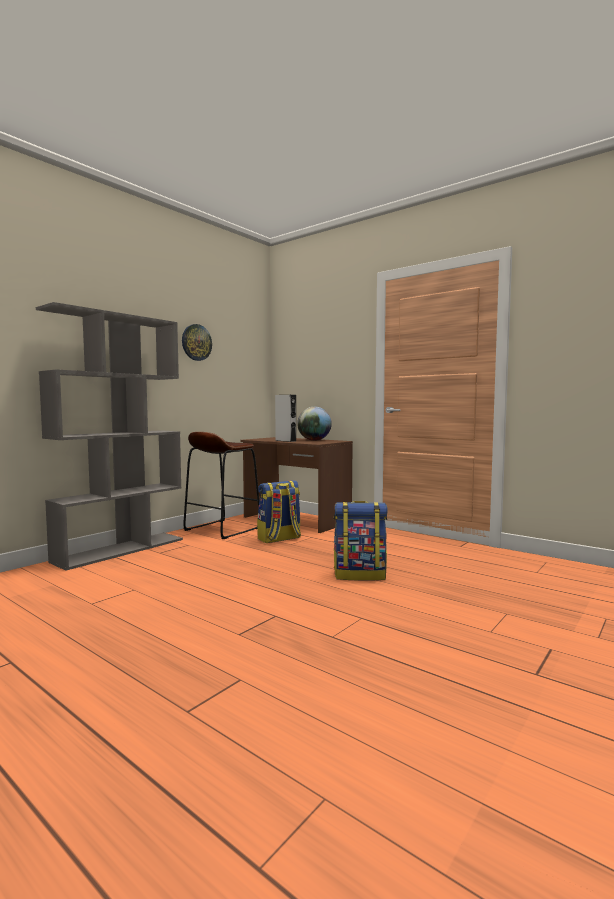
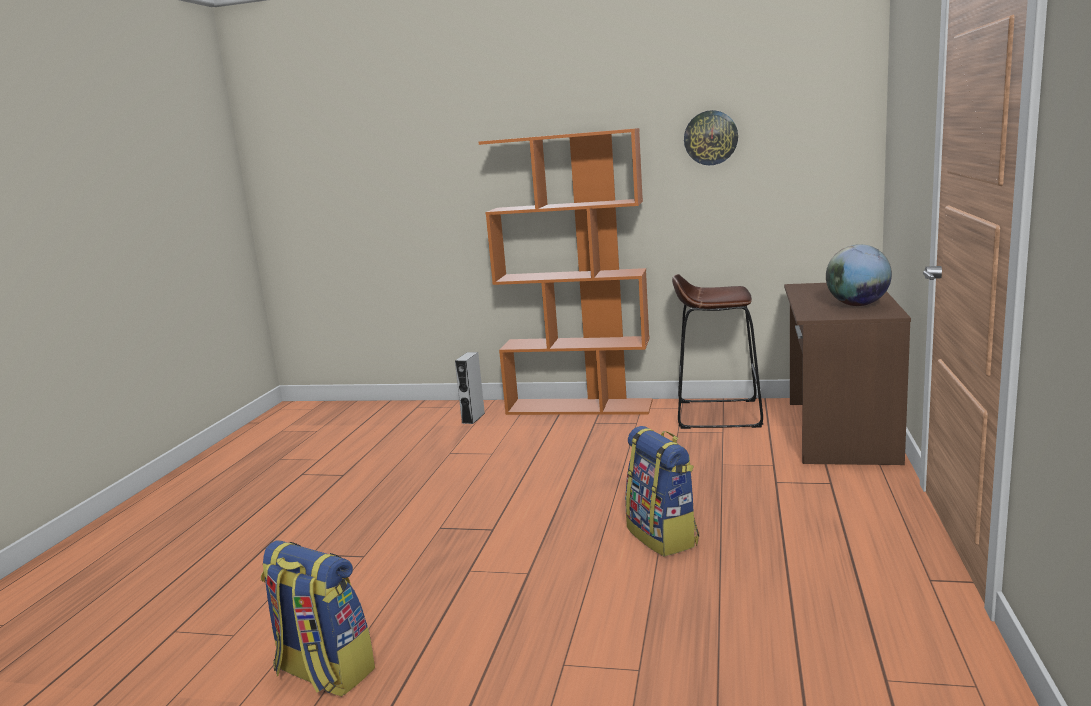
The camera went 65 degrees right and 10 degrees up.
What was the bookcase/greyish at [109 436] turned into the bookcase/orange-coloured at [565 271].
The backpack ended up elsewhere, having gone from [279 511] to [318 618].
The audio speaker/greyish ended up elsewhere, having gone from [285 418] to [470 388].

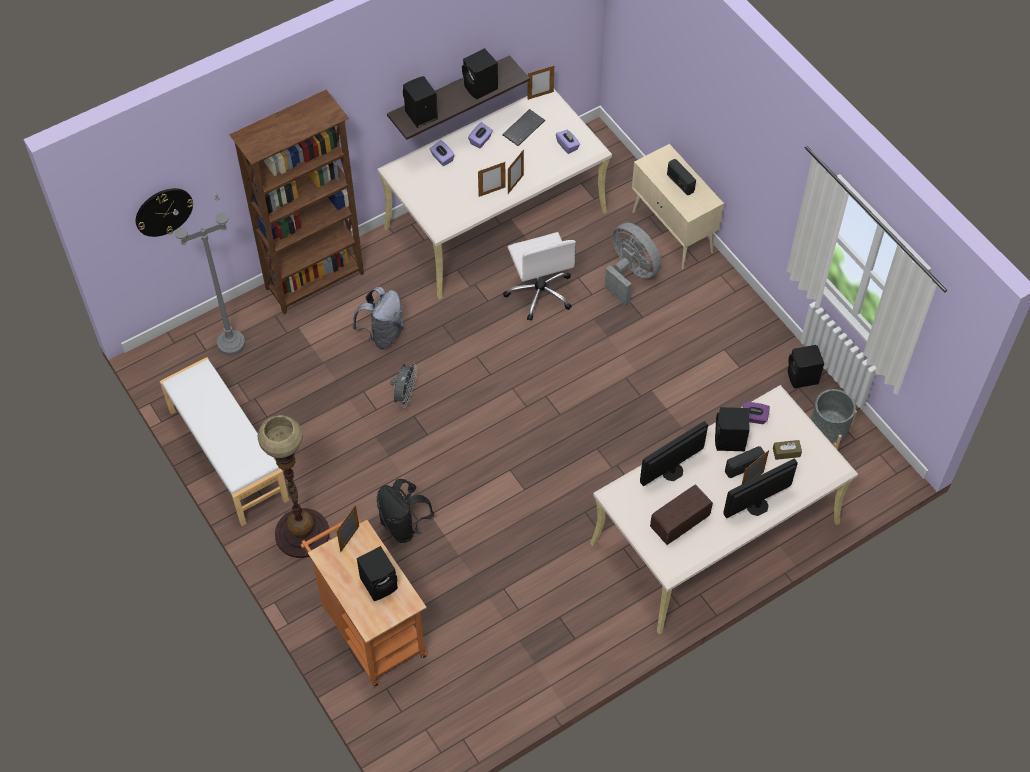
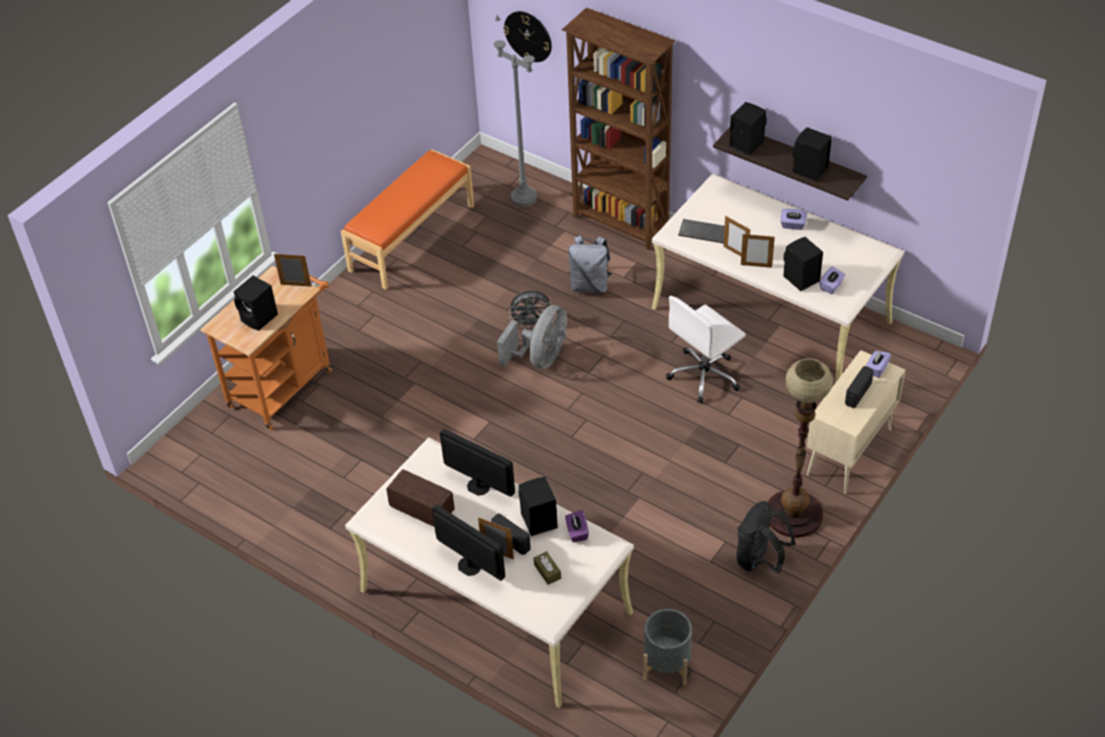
The camera went 70 degrees right and 10 degrees down.
What was the bench/white at [224 441] turned into the bench/orange-coloured at [407 220].
The floor lamp ended up elsewhere, having gone from [294 486] to [800 447].
The backpack/blackish ended up elsewhere, having gone from [405 511] to [766 537].
The tissue box/purplish ended up elsewhere, having gone from [442 153] to [878 364].
The PC keyboard ended up elsewhere, having gone from [523 127] to [701 231].
The second view lost the standing frame at [540 82].
The electric fan/greyish ended up elsewhere, having gone from [632 264] to [532 337].
The audio speaker/blackish ended up elsewhere, having gone from [806 367] to [803 264].

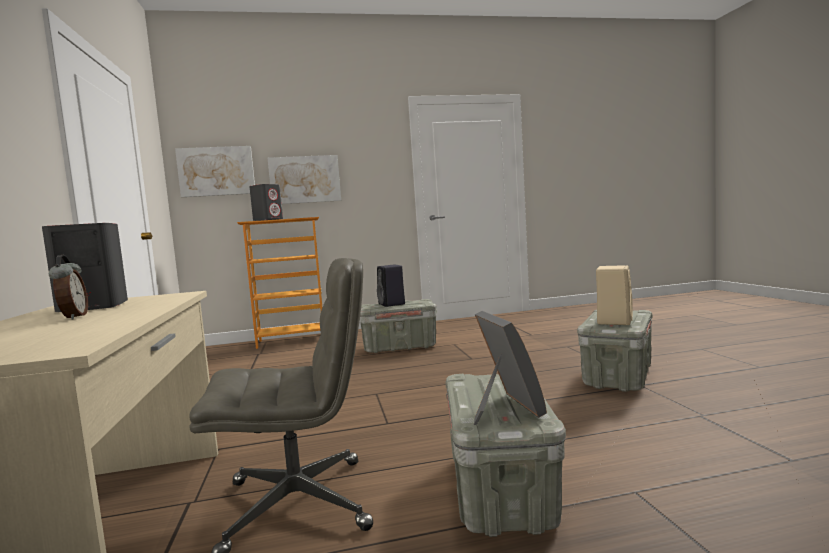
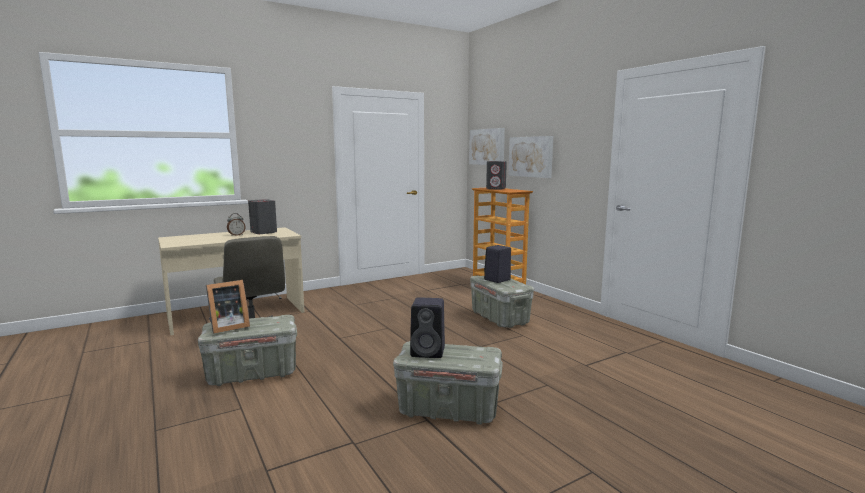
The camera went 70 degrees right and 5 degrees up.
What was the audio speaker/sand-coloured at [614 295] turned into the audio speaker/blackish at [427 327].

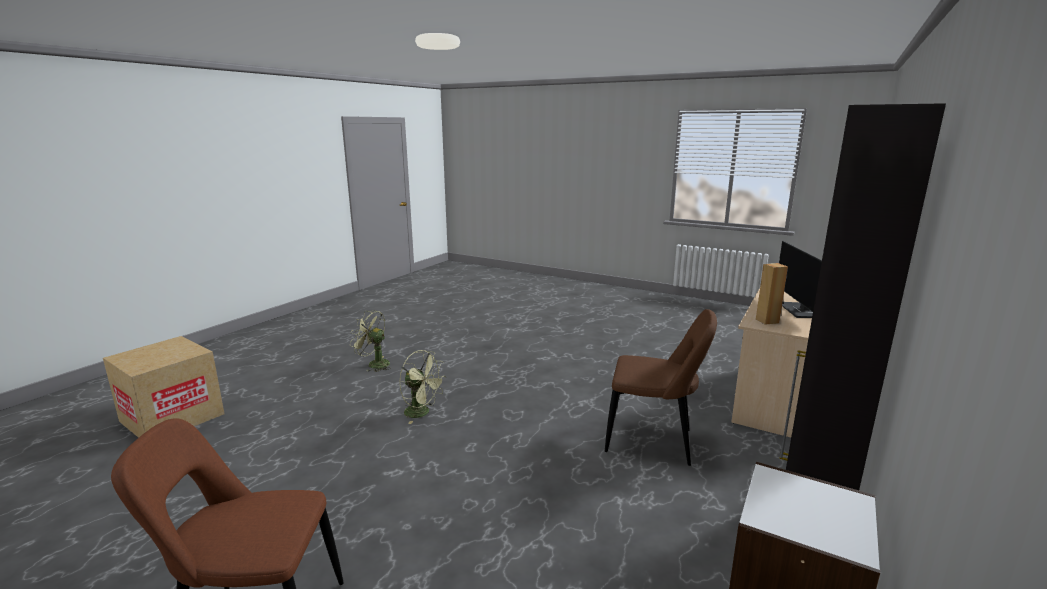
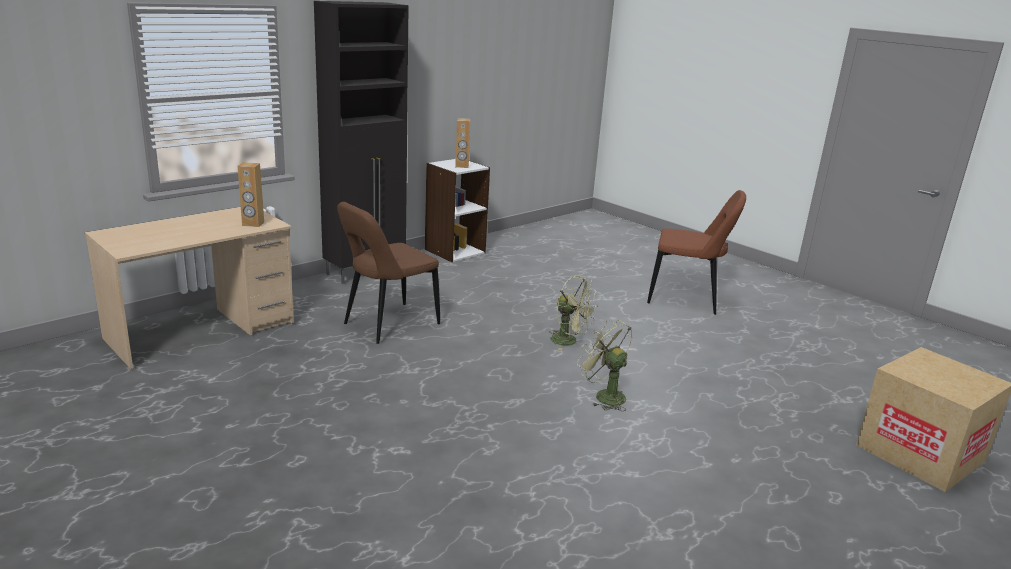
The camera went 165 degrees left and 5 degrees up.
The electric fan/greenish ended up elsewhere, having gone from [370 341] to [573 313].
The chair/brown at [661 387] ended up facing another way, 75 degrees counterclockwise from before.
The second view lost the computer display at [800 279].
The second view gained the audio speaker/brown at [462 143].

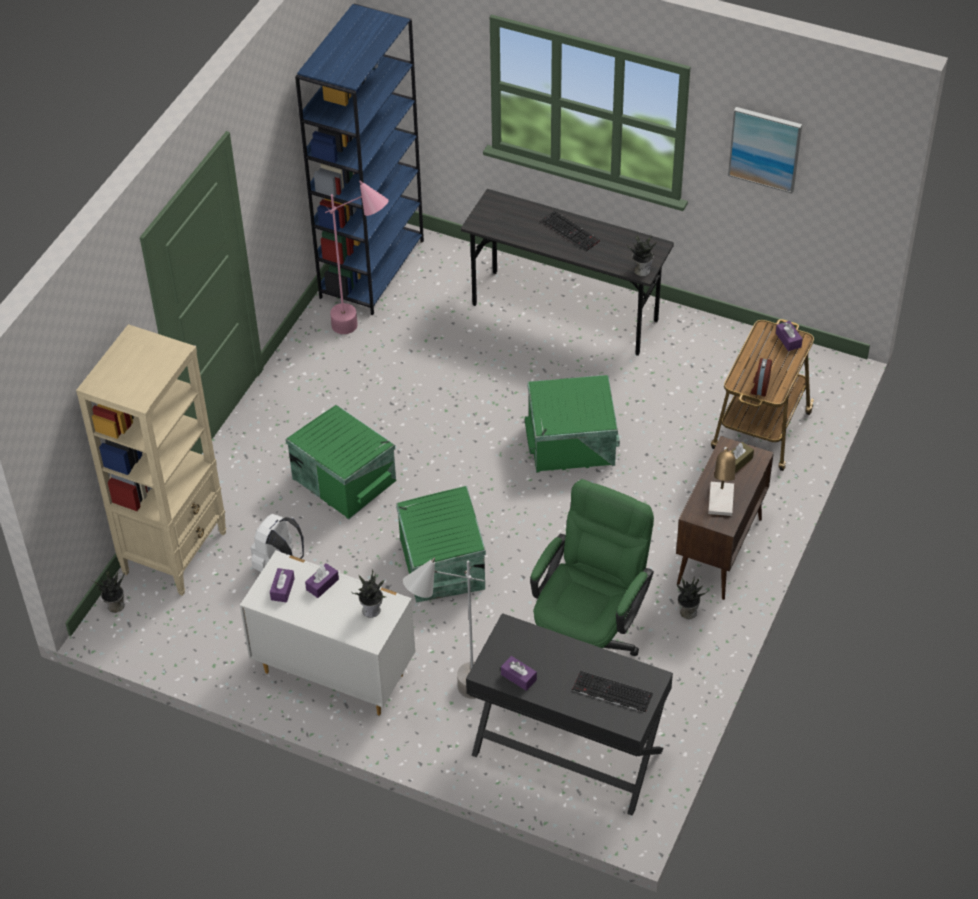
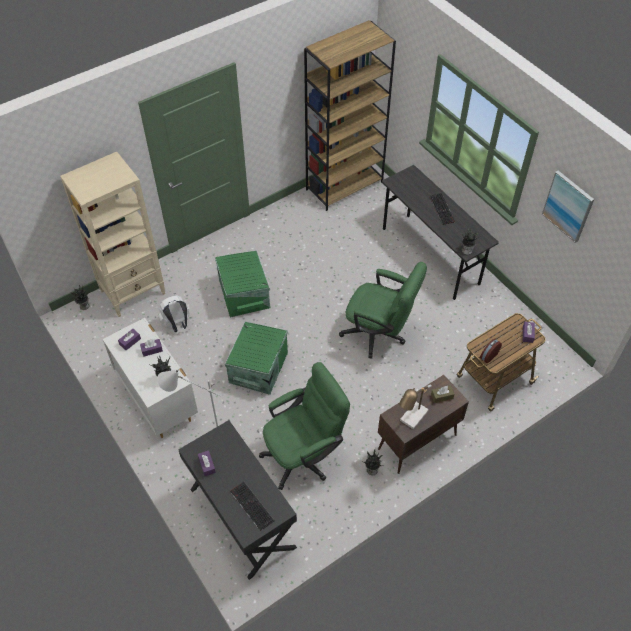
The camera went 30 degrees right and 5 degrees up.
What was the bookcase/bluish at [359 159] turned into the bookcase/brown at [350 115].
The second view lost the floor lamp/pinkish at [356 257].
Where the storage box/greenish stood at [572 424], the office chair/greenish came to stand at [383 310].

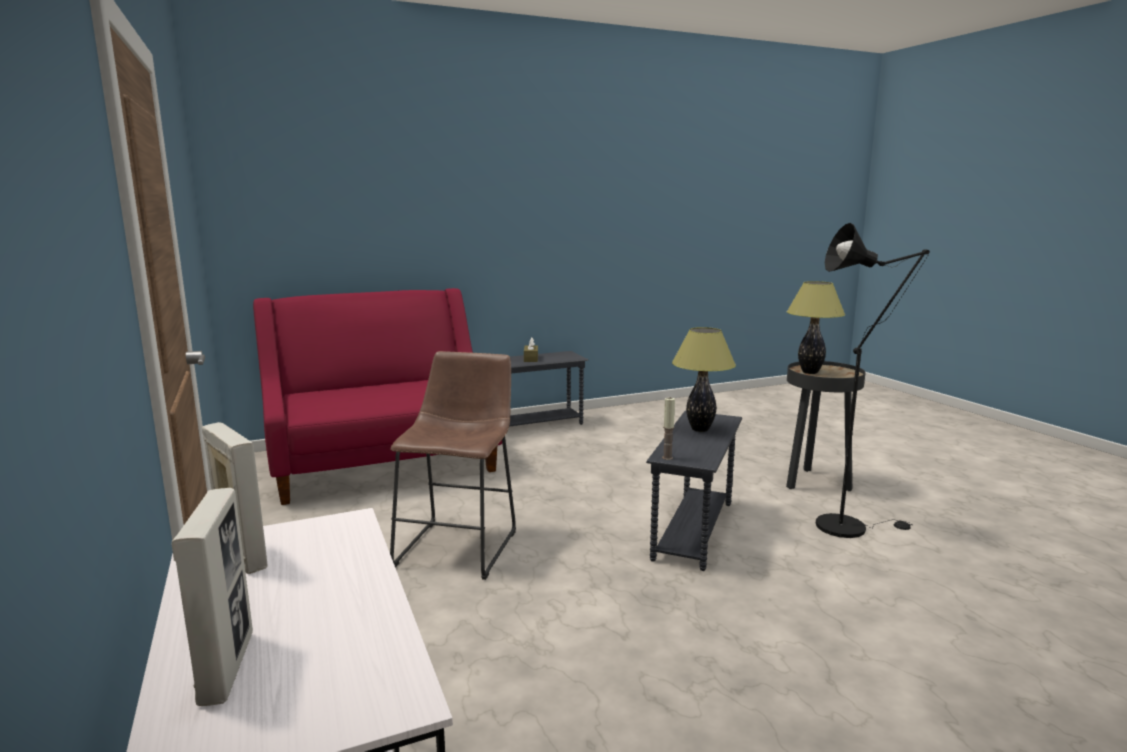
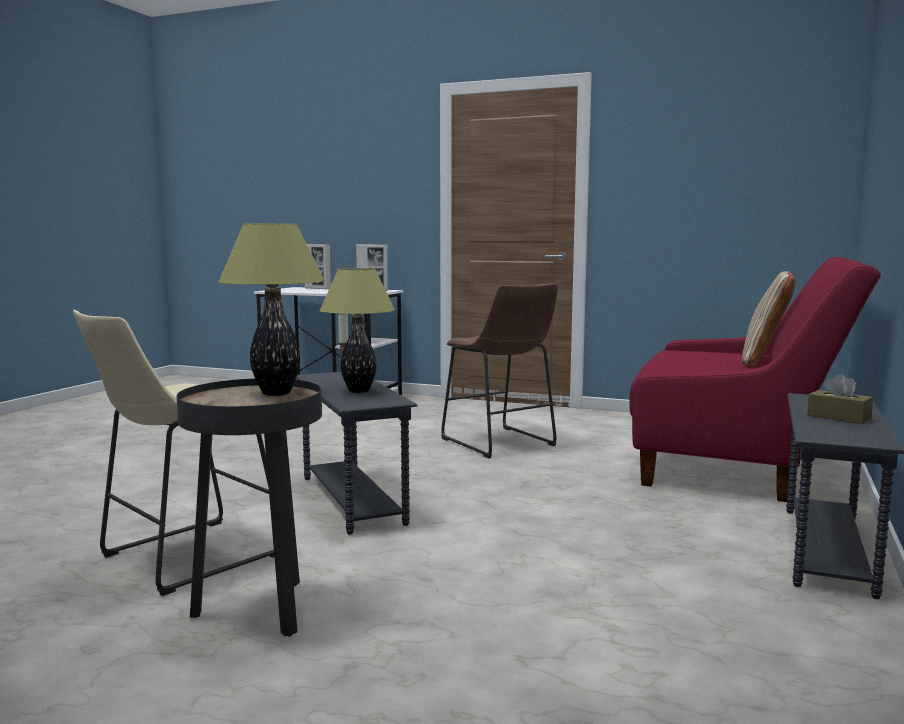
The camera went 135 degrees right and 5 degrees down.
Where the floor lamp/blackish stood at [873 380], the sitting stool/sand-coloured came to stand at [173 453].
The second view gained the throw pillow/sand-coloured at [769 319].

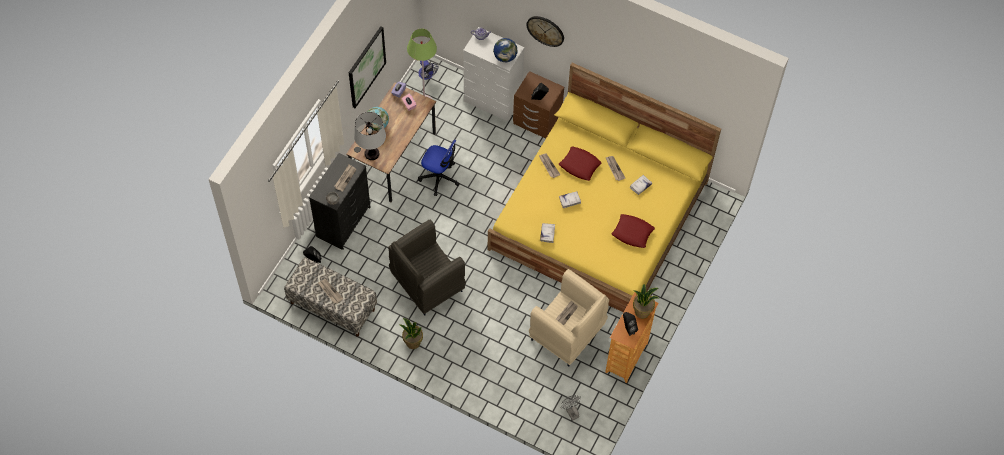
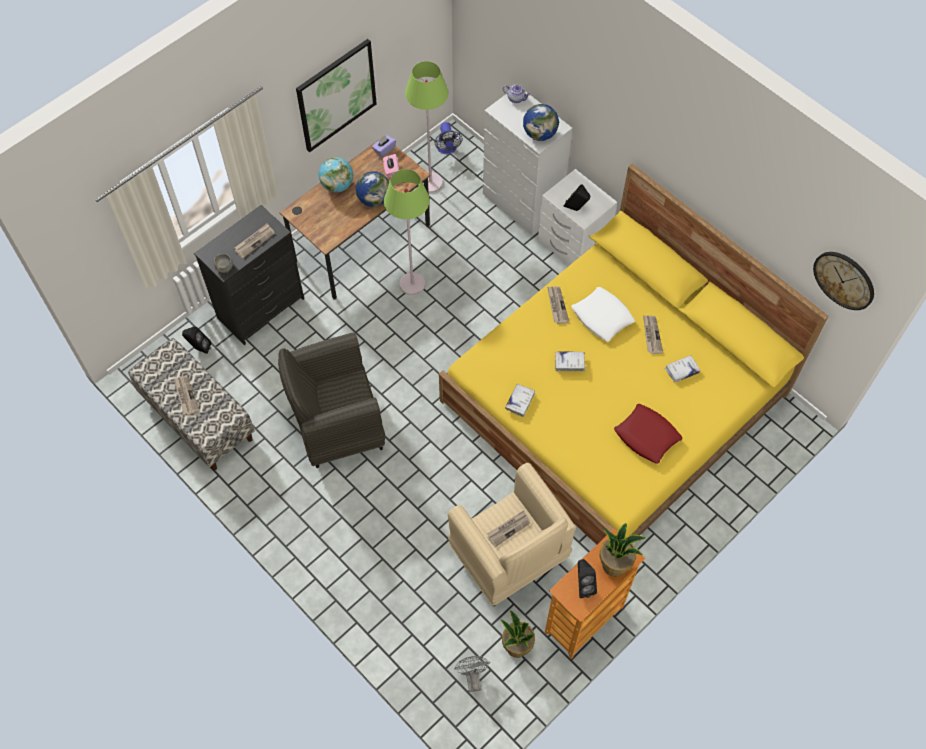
The camera went 20 degrees right and 0 degrees up.
The second view lost the tabletop lamp at [370 136].
The potted plant ended up elsewhere, having gone from [411 333] to [518 634].
Where the office chair stood at [439 168], the floor lamp/greenish came to stand at [407 232].
What was the night table/brown at [538 104] turned into the night table/white at [577 217].
The clock on the wall ended up elsewhere, having gone from [545 31] to [843 281].
What was the throw pillow/reddish at [580 164] turned into the throw pillow/white at [603 314].
The second view gained the desk globe at [372 189].

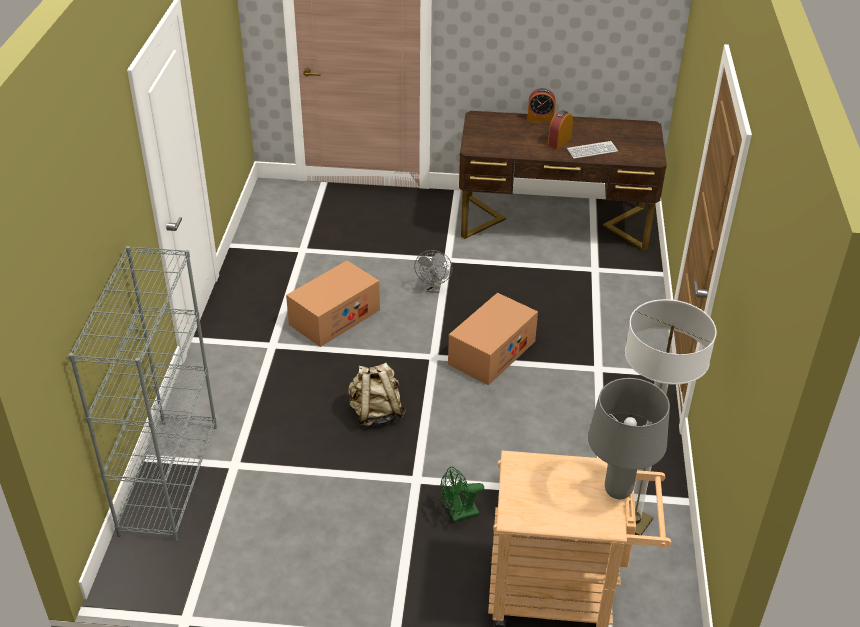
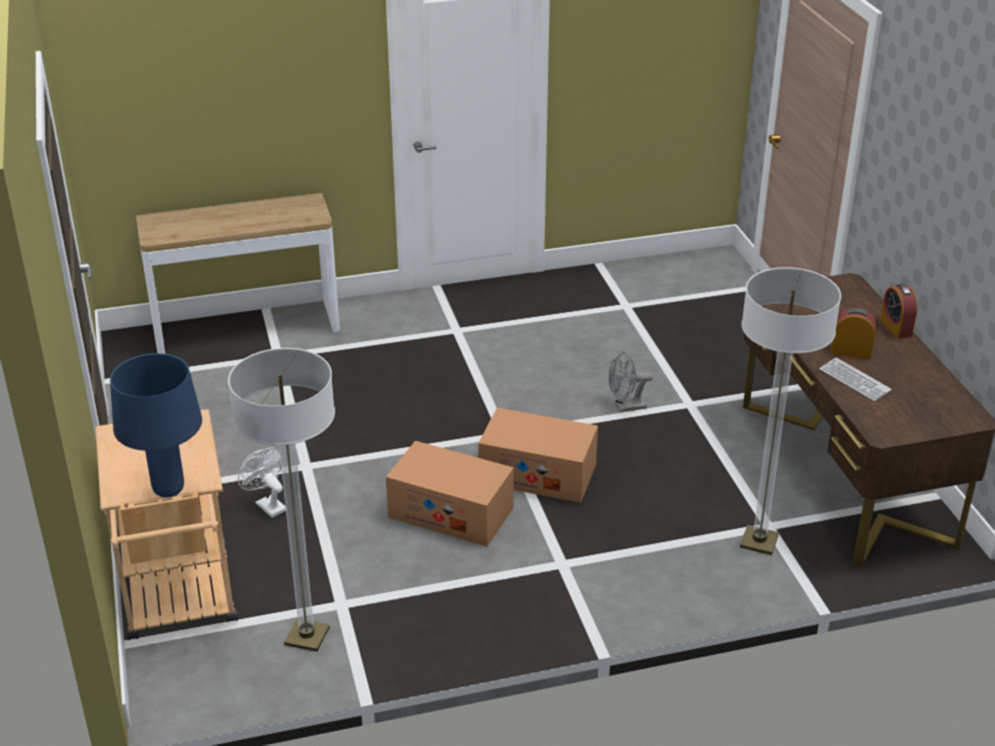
The camera went 70 degrees right and 5 degrees down.
Where the bookcase/greyish stood at [143 394], the narrow table came to stand at [238 273].
The carton ended up elsewhere, having gone from [333 304] to [450 494].
The second view lost the backpack/sand-coloured at [377 395].
What was the electric fan/greenish at [462 494] turned into the electric fan/white at [262 483].
What was the tabletop lamp/greyish at [629 438] turned into the tabletop lamp/bluish at [156 425].
The second view gained the floor lamp at [790 411].

